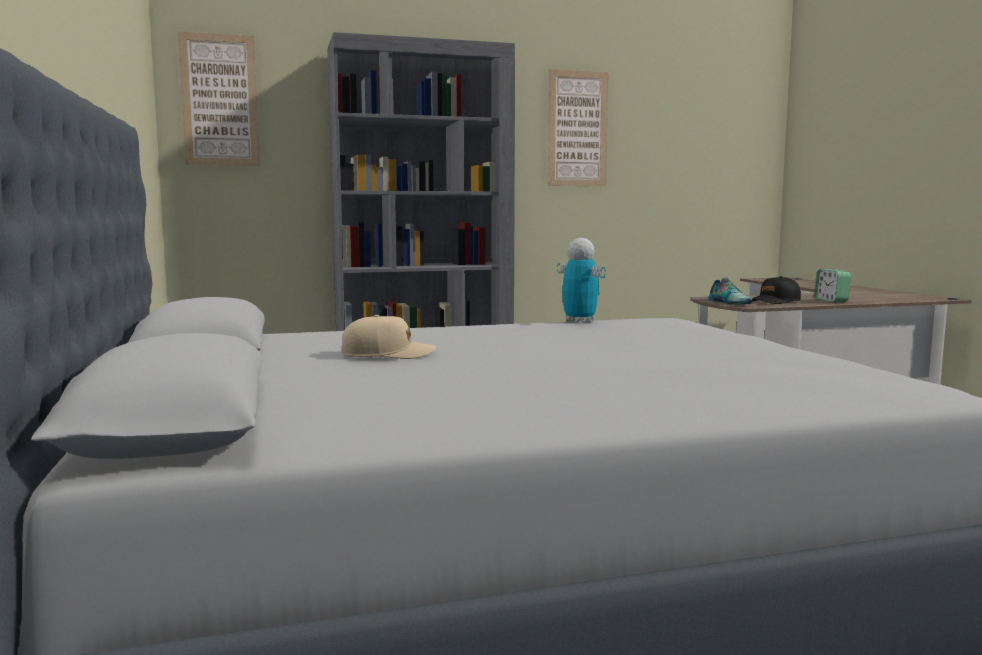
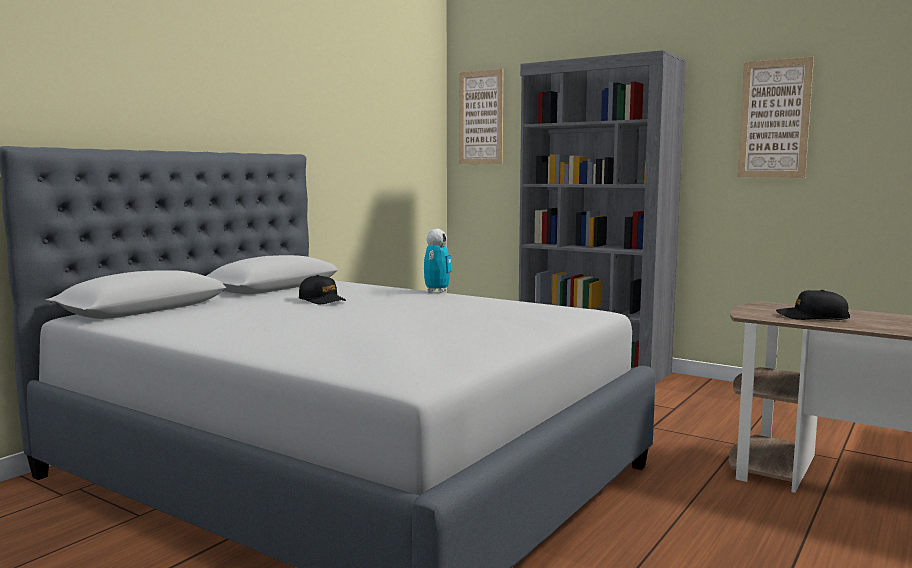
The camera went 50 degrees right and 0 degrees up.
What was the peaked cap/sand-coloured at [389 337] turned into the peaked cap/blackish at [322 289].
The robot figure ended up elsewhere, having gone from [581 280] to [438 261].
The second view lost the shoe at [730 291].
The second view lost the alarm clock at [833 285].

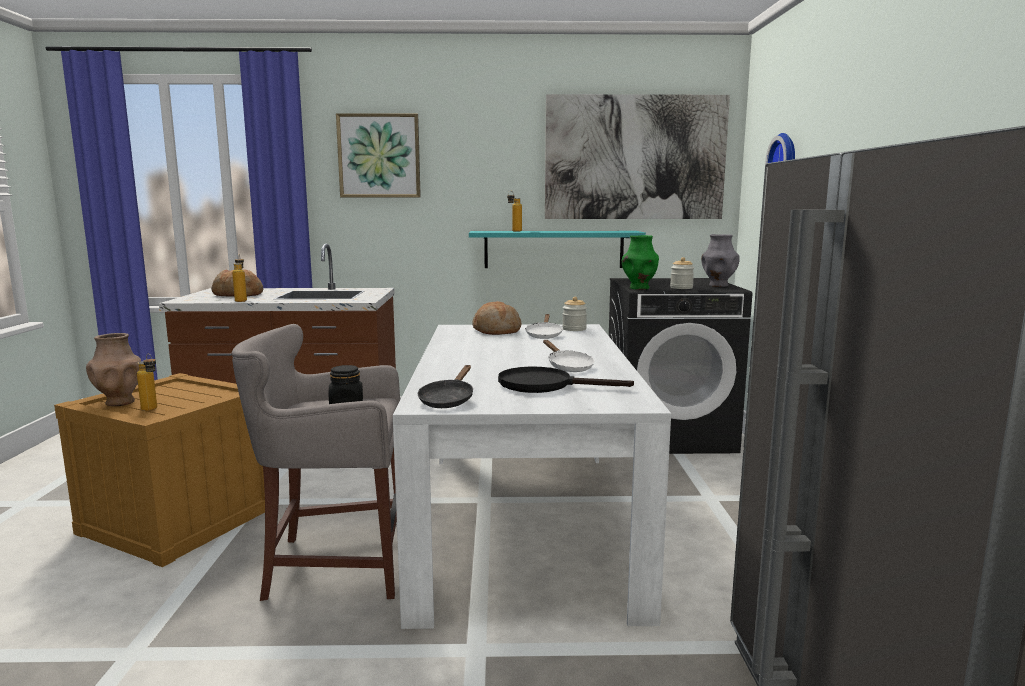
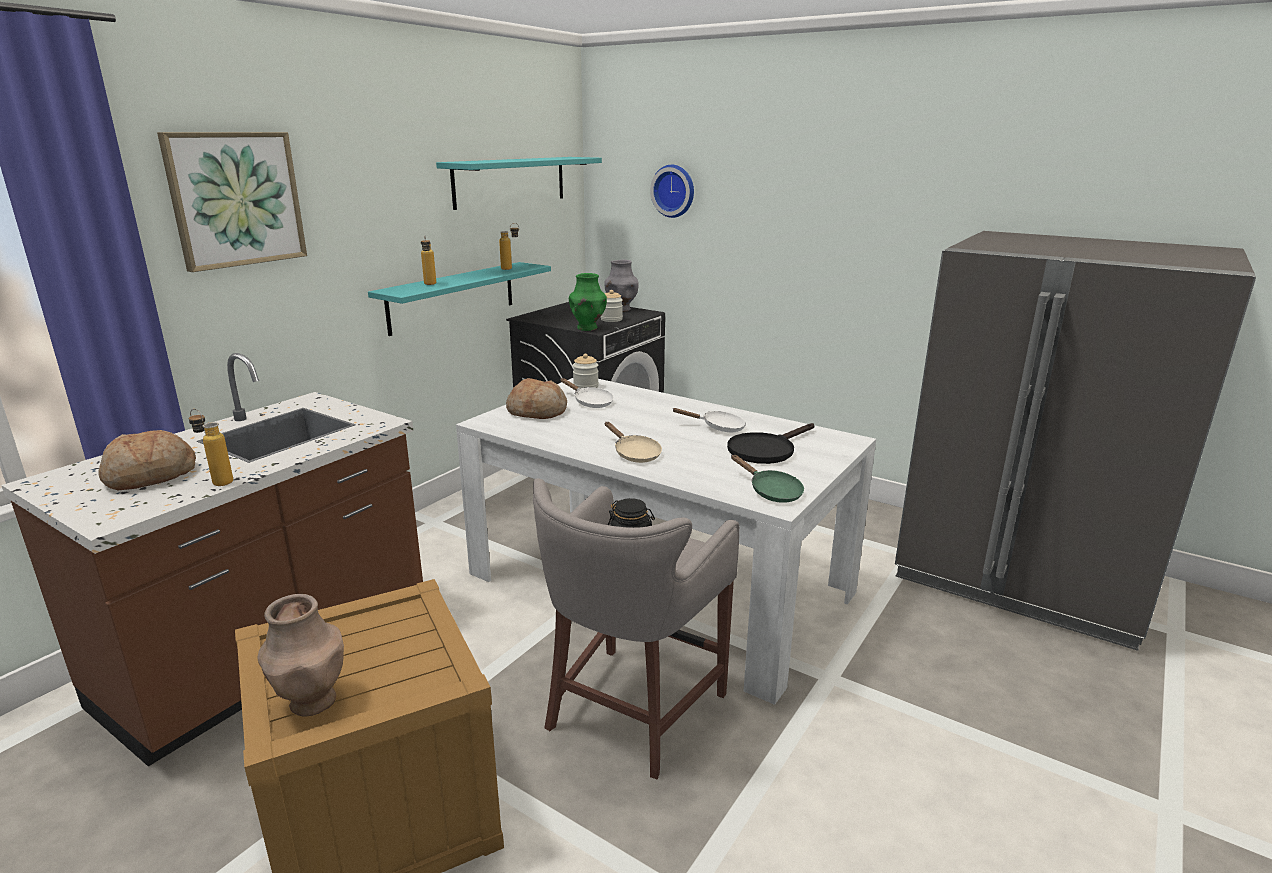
The camera went 55 degrees left and 10 degrees up.
The beverage bottle ended up elsewhere, having gone from [147 382] to [509 246].
What was the frying pan/blackish at [445 386] turned into the frying pan/greenish at [767 479].
Where the picture hung at [637 156], the bracket shelf/blue-green came to hang at [519 183].
The second view gained the frying pan/sand-coloured at [633 442].

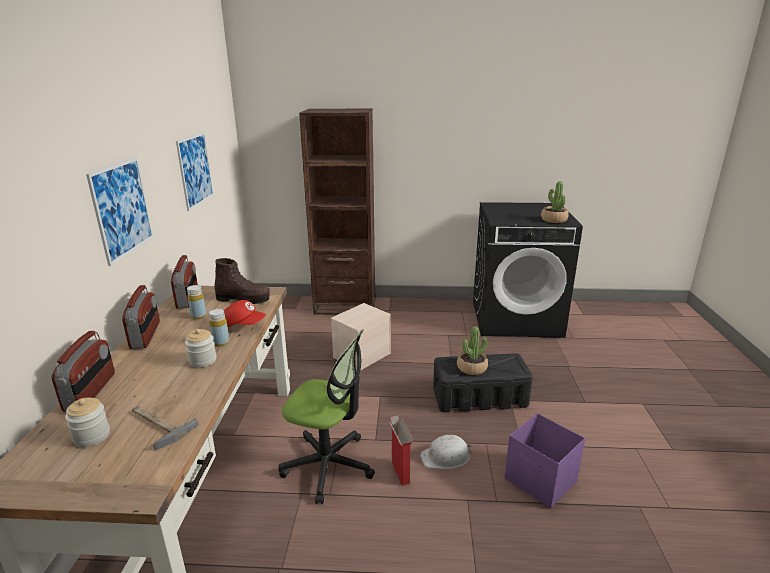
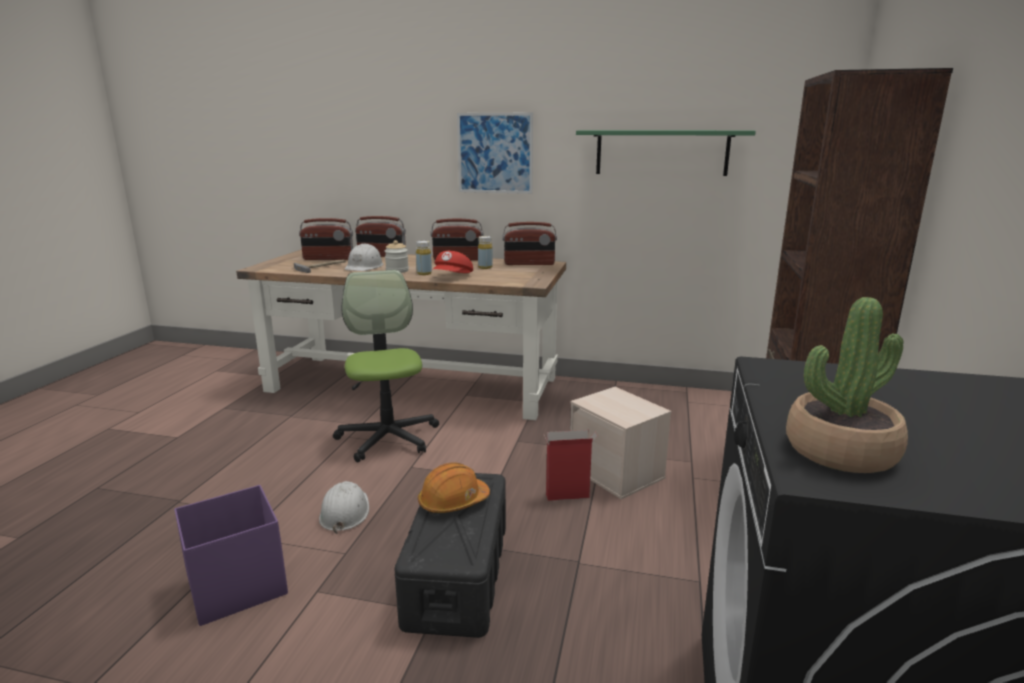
The camera went 100 degrees right and 5 degrees down.
Where the storage jar stood at [87 422], the radio receiver came to stand at [326 239].
Where the picture hung at [195 171], the bracket shelf/greenish came to hang at [666 153].
The second view lost the high-top boot/brown at [242 281].
The office chair at [326 416] ended up facing another way, 135 degrees clockwise from before.
The carton ended up elsewhere, having gone from [401 450] to [571 465].
Where the potted plant stood at [472 351], the hard hat/orange-coloured came to stand at [454 487].
The second view gained the hard hat/white at [364 257].

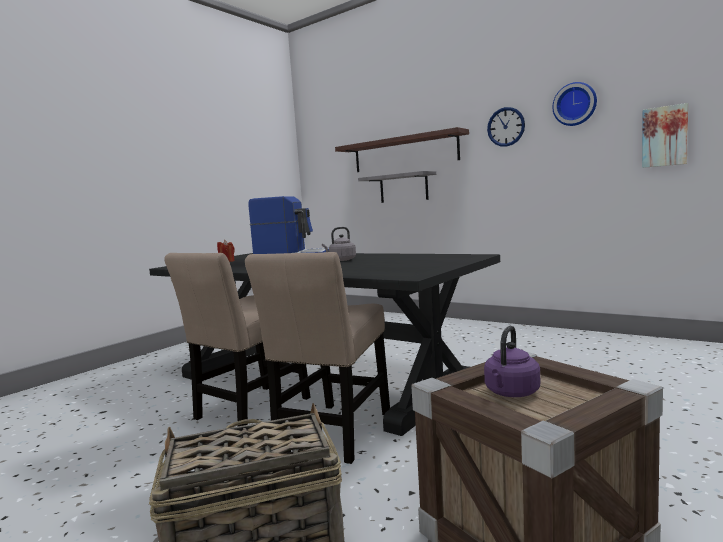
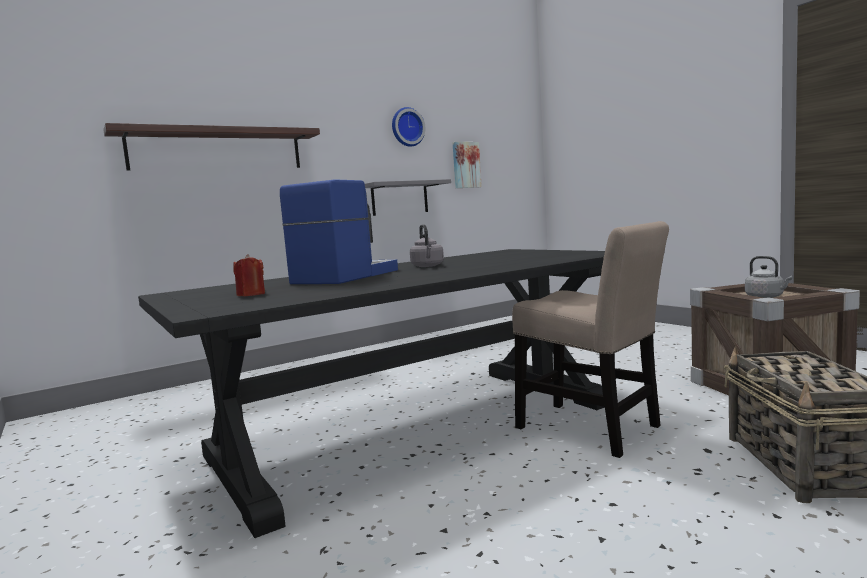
The camera went 70 degrees left and 0 degrees up.
The second view lost the chair/sand-coloured at [237 339].
The bracket shelf/greyish ended up elsewhere, having gone from [397 187] to [408 197].
What was the tea kettle/purplish at [512 361] turned into the tea kettle/greyish at [769 277].
The second view lost the clock on the wall at [506 127].

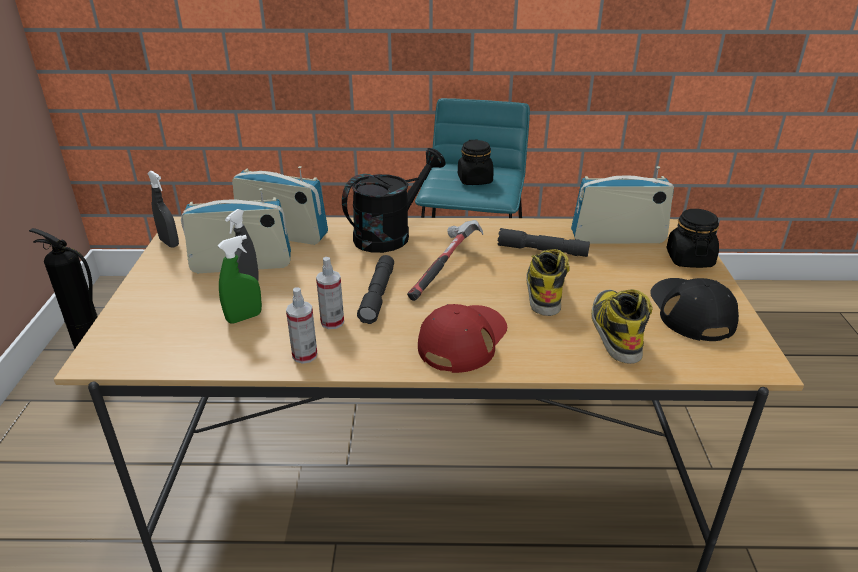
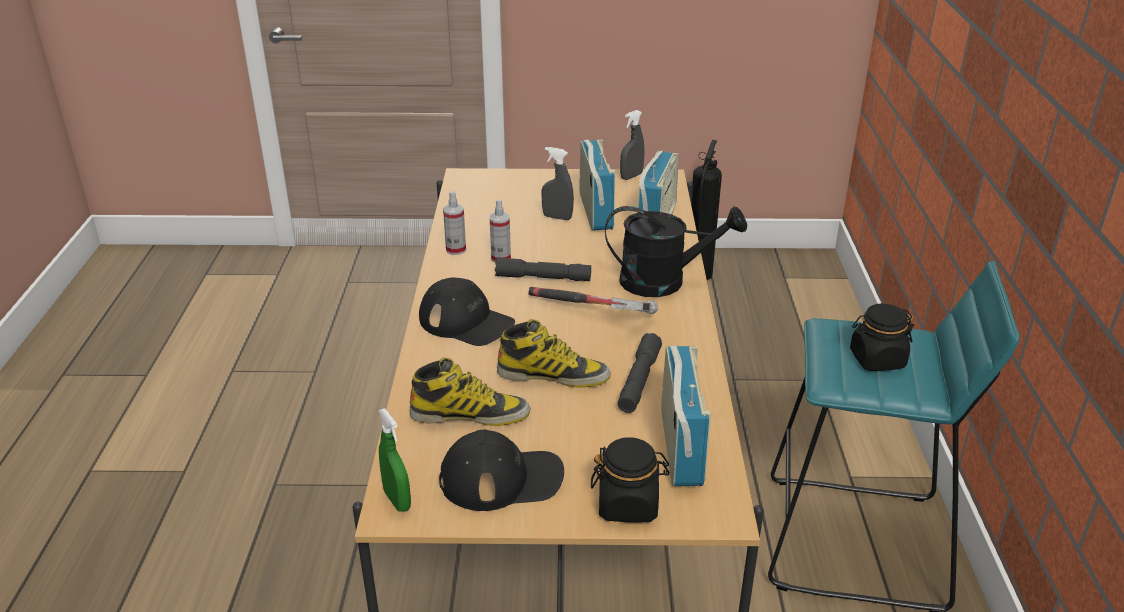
The camera went 90 degrees right and 0 degrees up.
The hand sprayer/greenish ended up elsewhere, having gone from [240 279] to [394 460].
The watering pot/blackish at [393 200] ended up facing another way, 45 degrees counterclockwise from before.
What was the peaked cap/reddish at [462 338] turned into the peaked cap/blackish at [467 311].

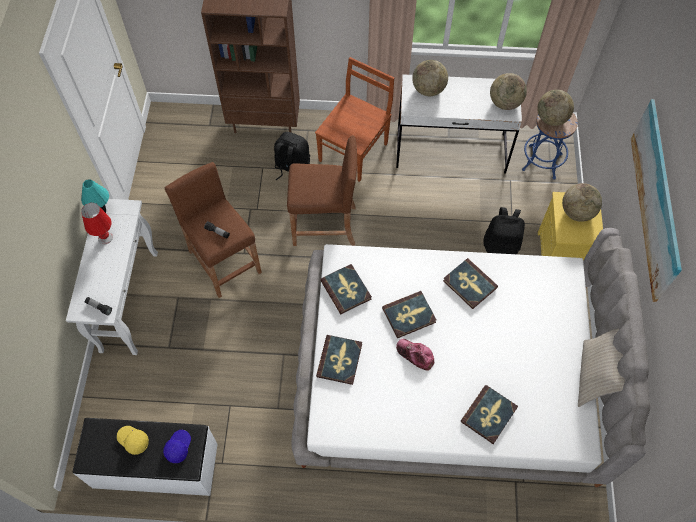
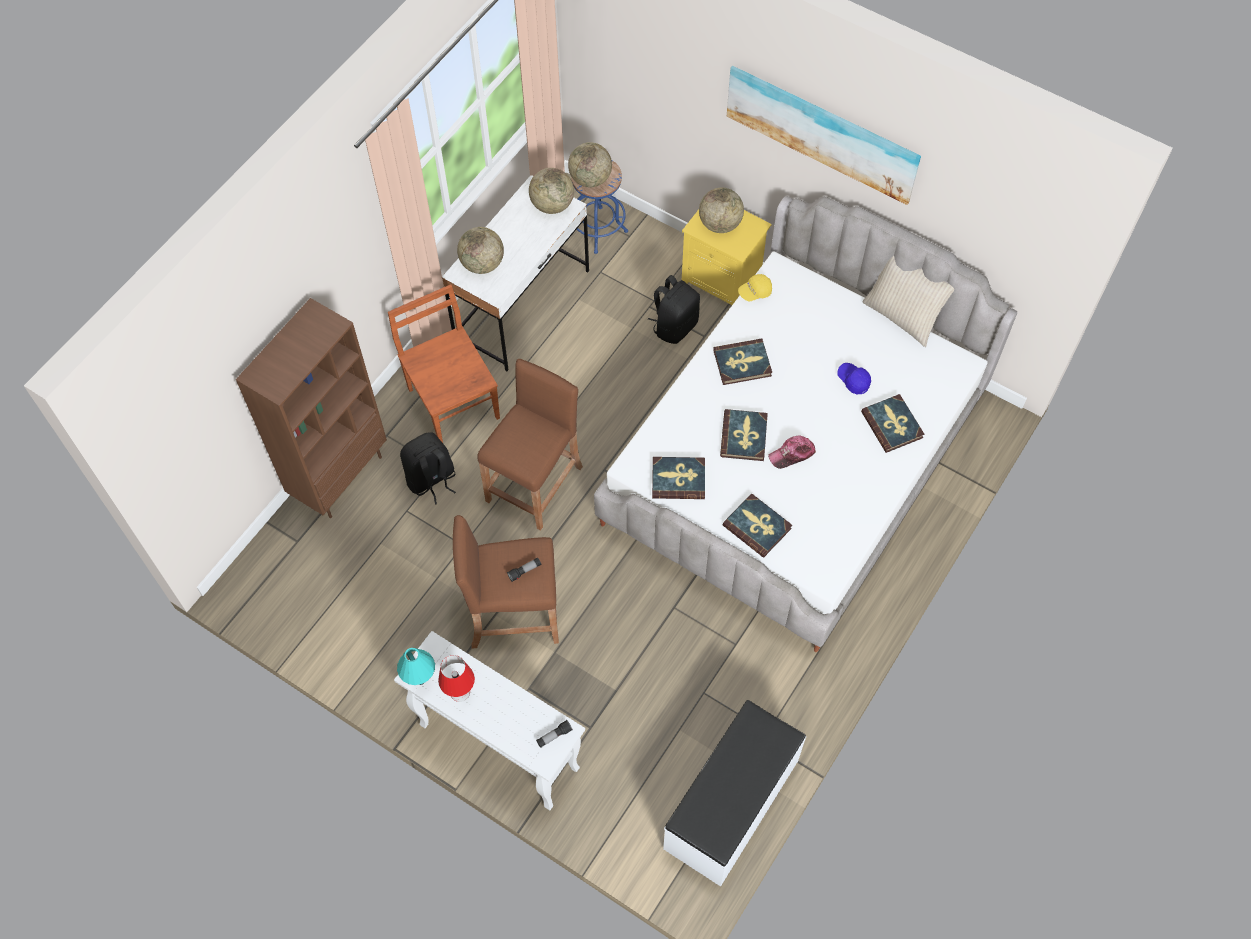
The camera went 60 degrees left and 0 degrees up.
The peaked cap/yellow ended up elsewhere, having gone from [133 440] to [755 287].
The peaked cap/bluish ended up elsewhere, having gone from [177 446] to [854 378].

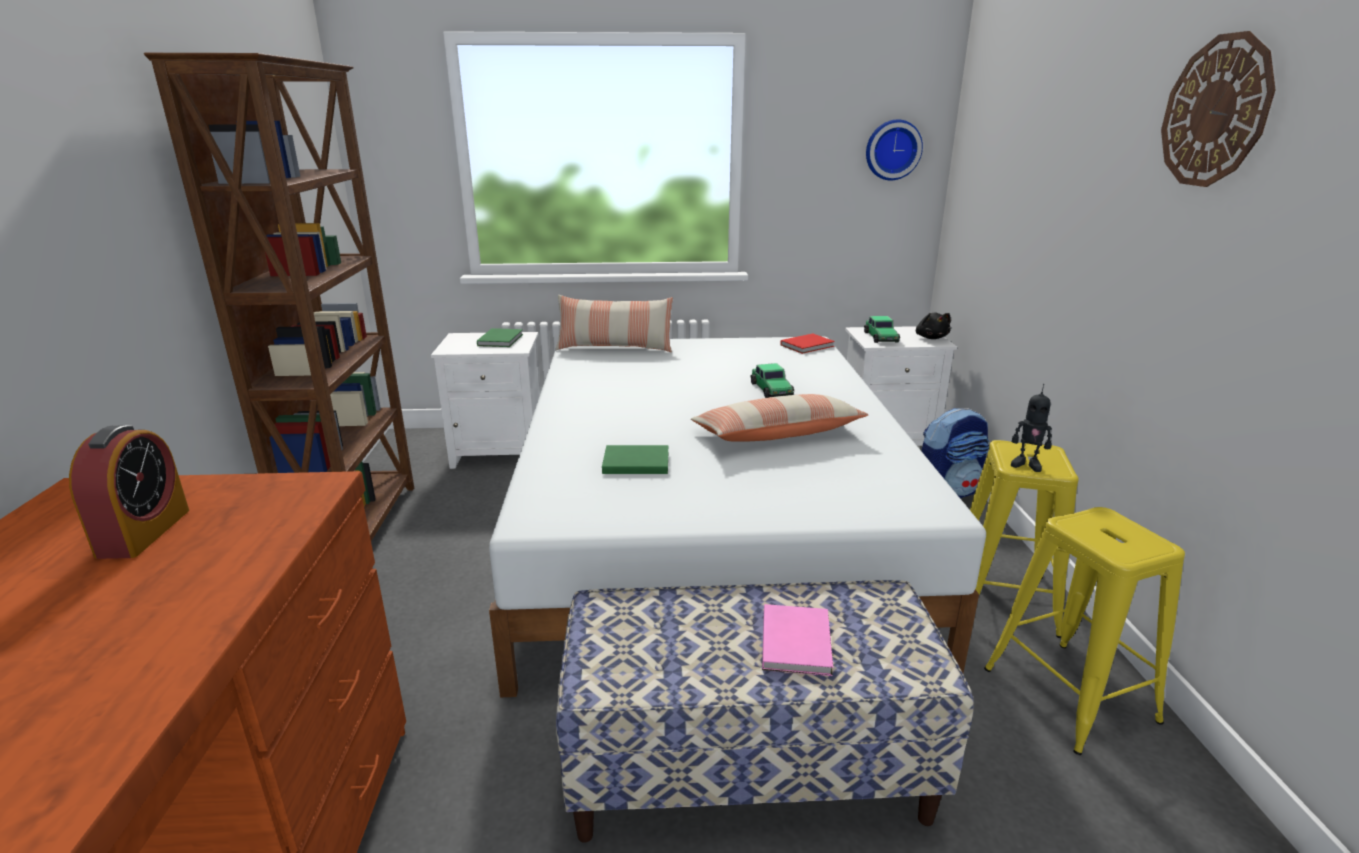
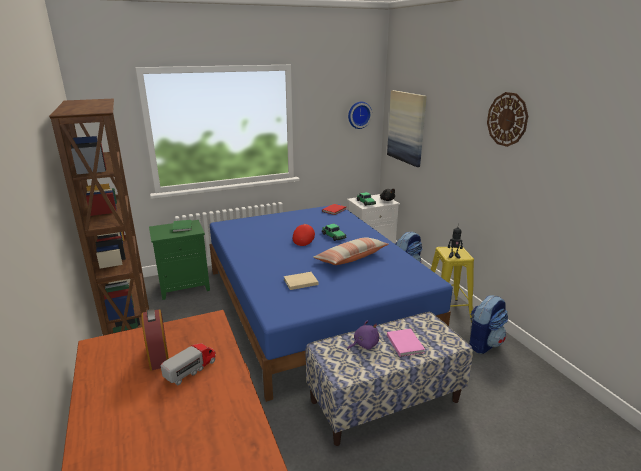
The camera went 20 degrees left and 0 degrees up.
What was the night table/white at [485 400] turned into the night table/greenish at [179 260].
What was the bed/white at [737 517] turned into the bed/bluish at [331 303].
The second view lost the throw pillow at [614 323].
What was the volume/greenish at [635 459] turned into the volume/sand-coloured at [301 281].
Where the sitting stool/yellow stood at [1084 631], the backpack came to stand at [488 324].
The second view gained the toy lorry at [188 364].
The second view gained the peaked cap/reddish at [304 235].
The second view gained the cuddly toy/purplish at [363 335].
The second view gained the picture at [407 128].

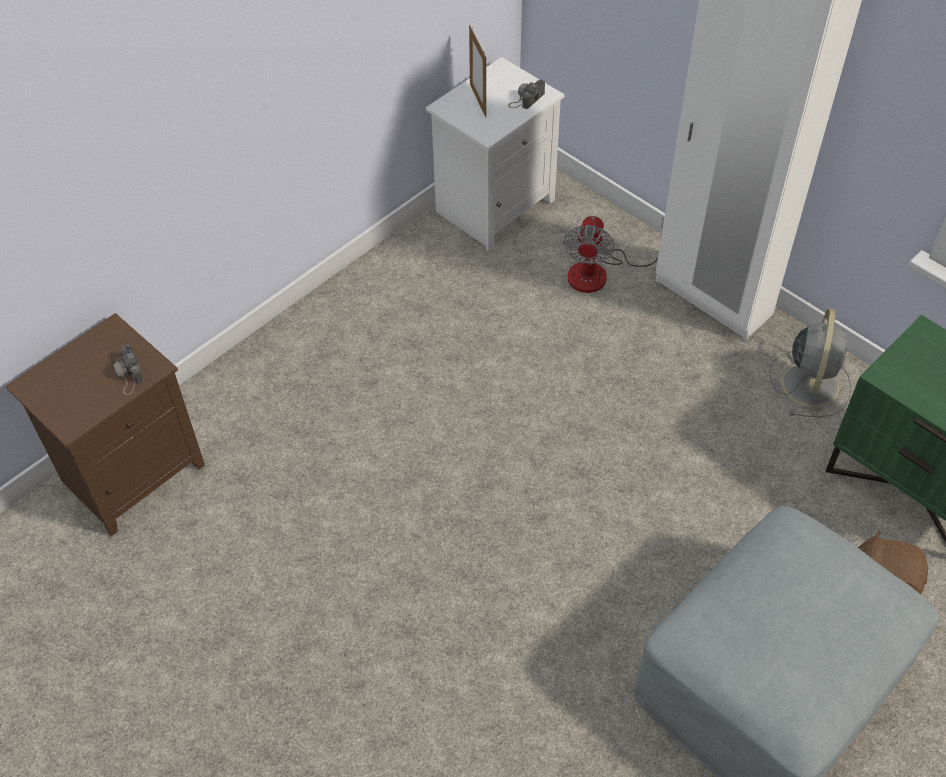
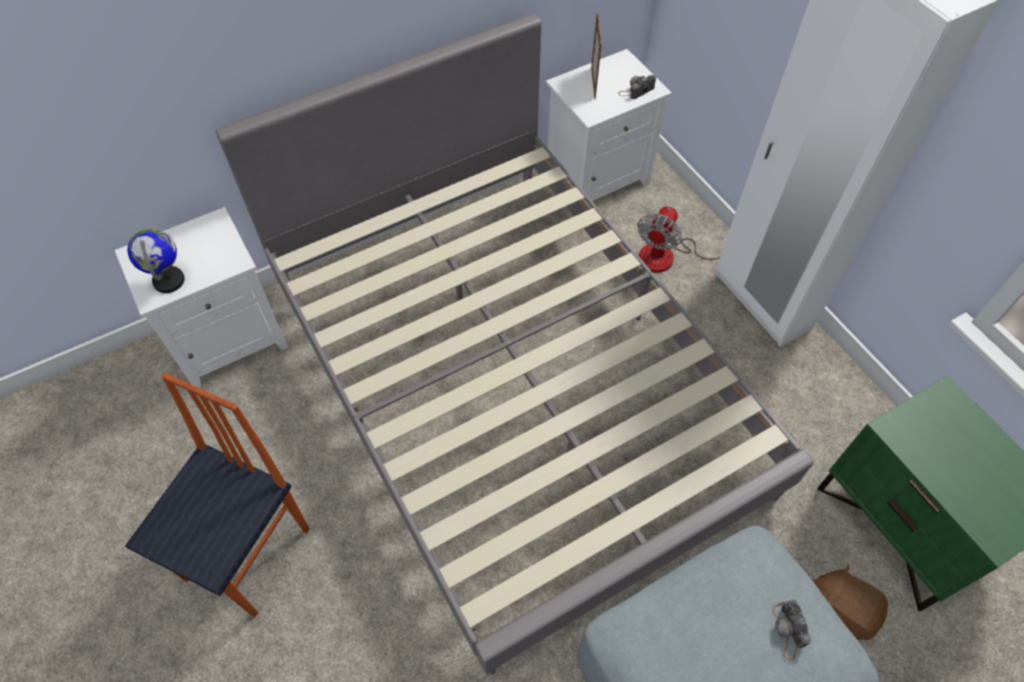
The camera went 15 degrees right and 5 degrees up.
What was the night table/brown at [105 424] turned into the night table/white at [201 297].
The photo camera ended up elsewhere, having gone from [128 369] to [792 630].
The second view lost the electric fan/greyish at [810 362].
The second view gained the chair at [217 495].
The second view gained the desk globe at [156 261].
The second view gained the bed/greyish at [514 344].

